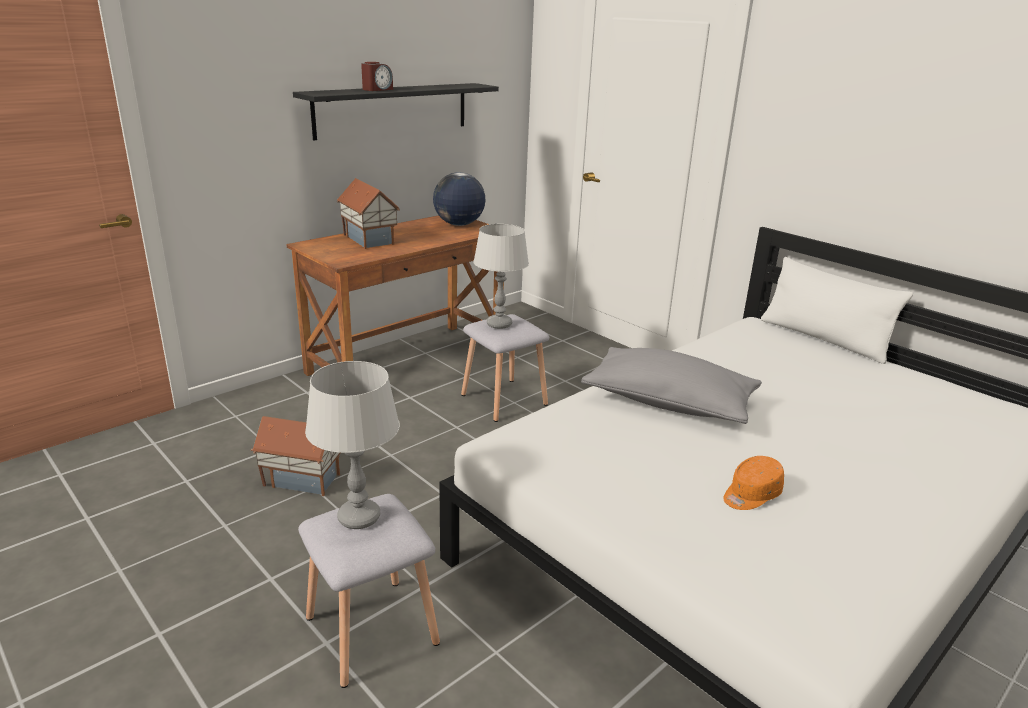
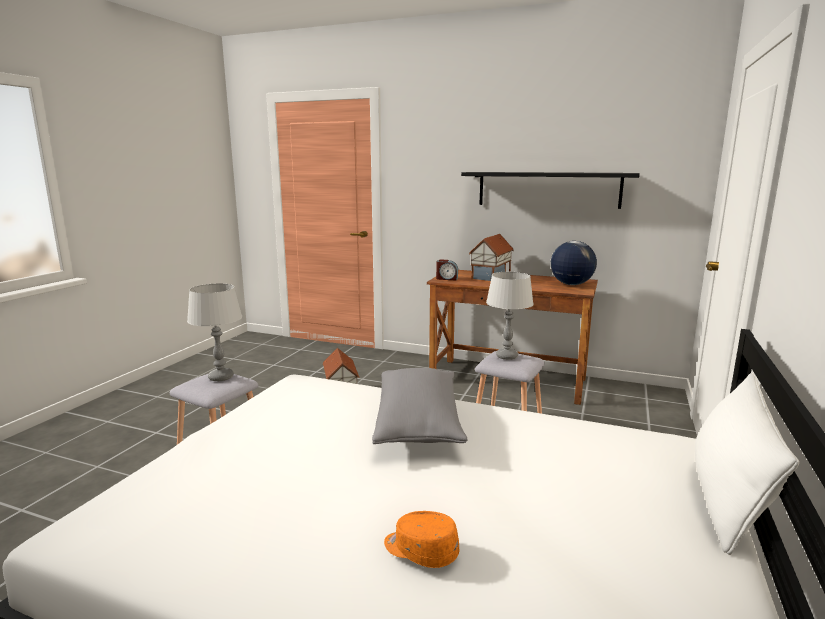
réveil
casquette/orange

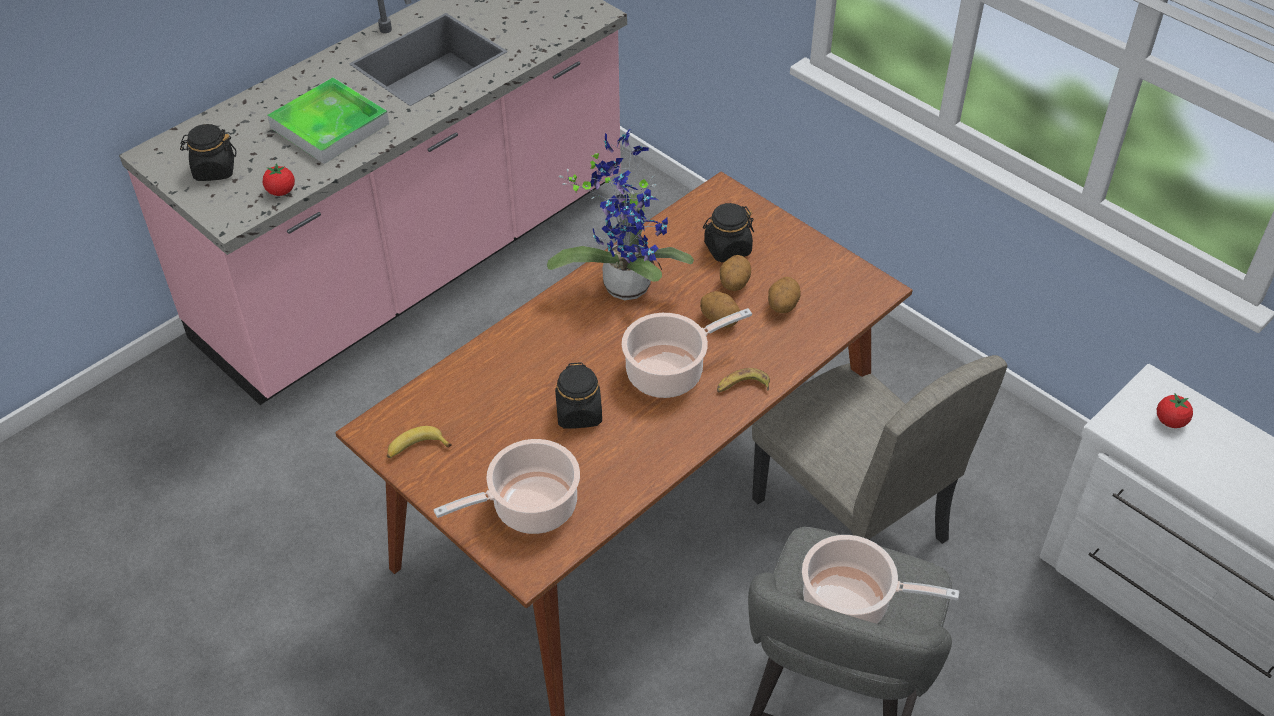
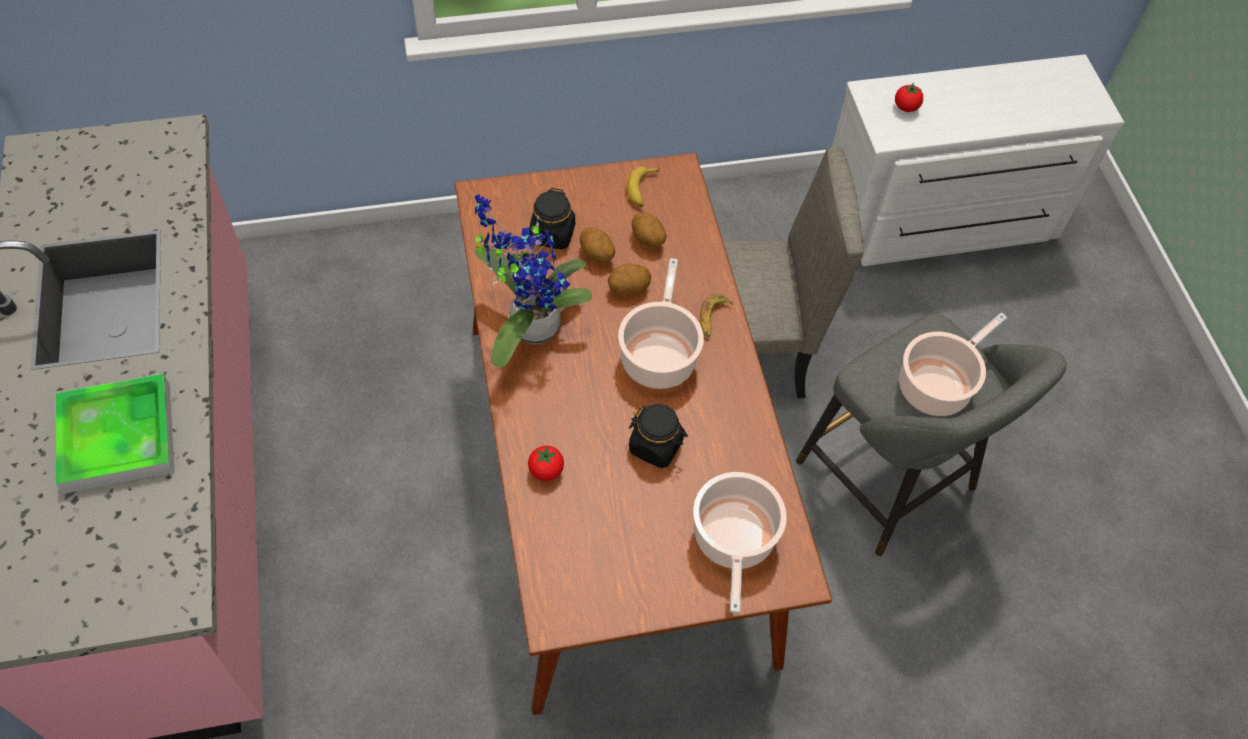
bocal/noir (1st from left in the first image)
tomate (1st from left)
banane (1st from left)

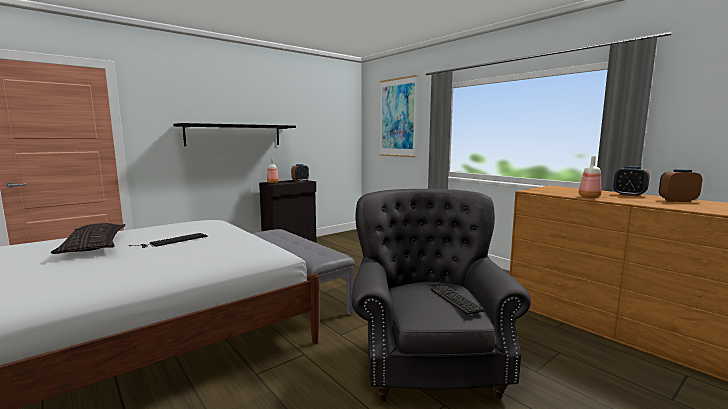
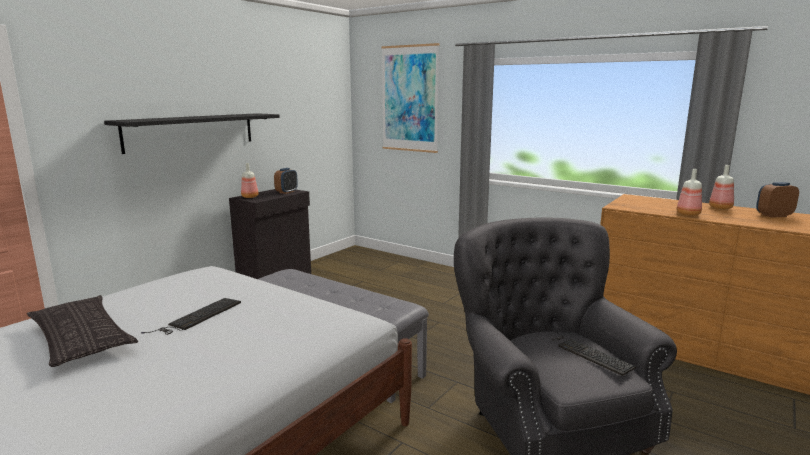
bouteille (3rd from left)

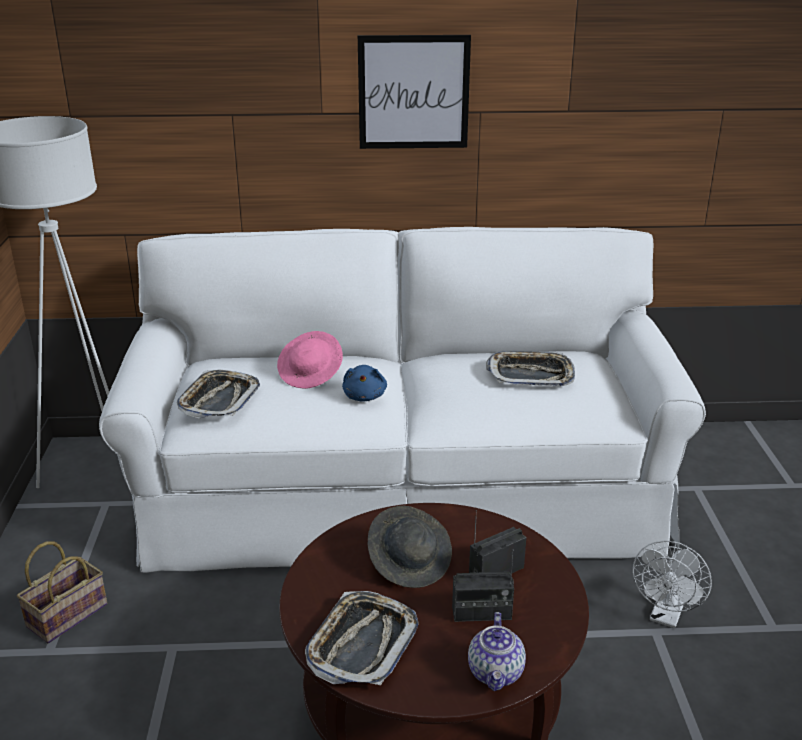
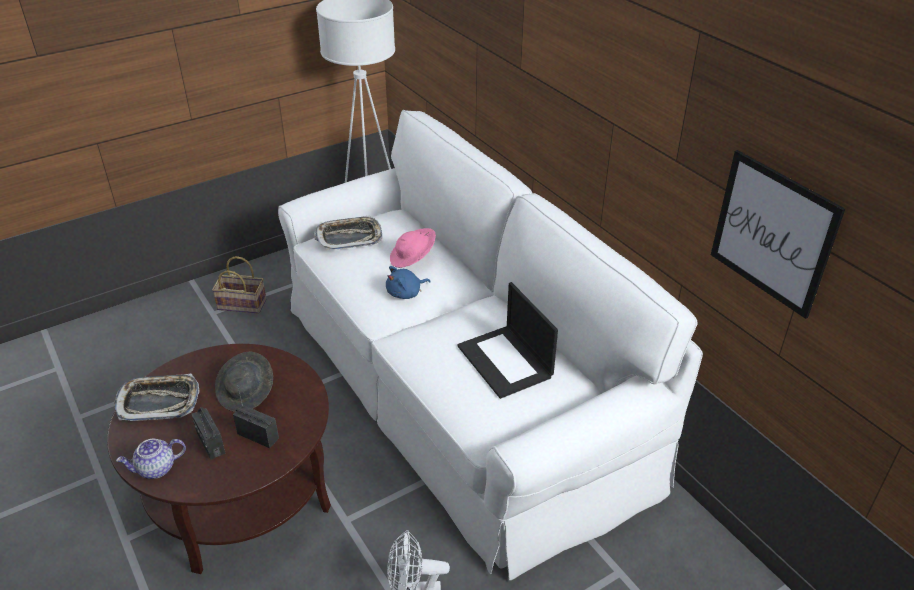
tableau
ordinateur portable

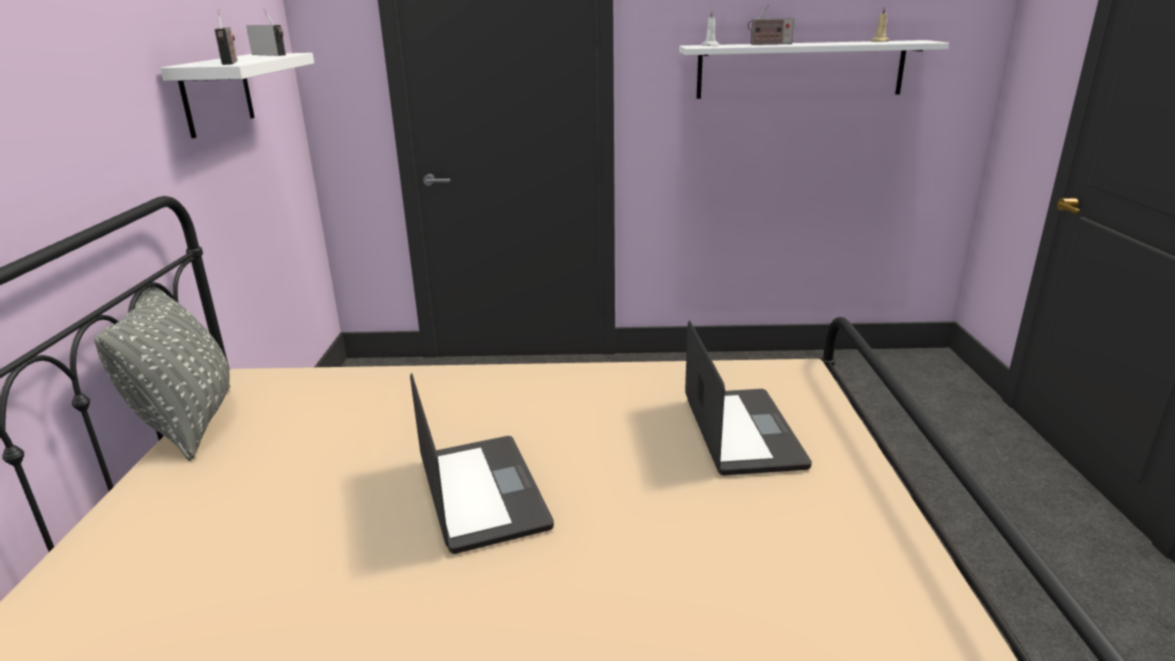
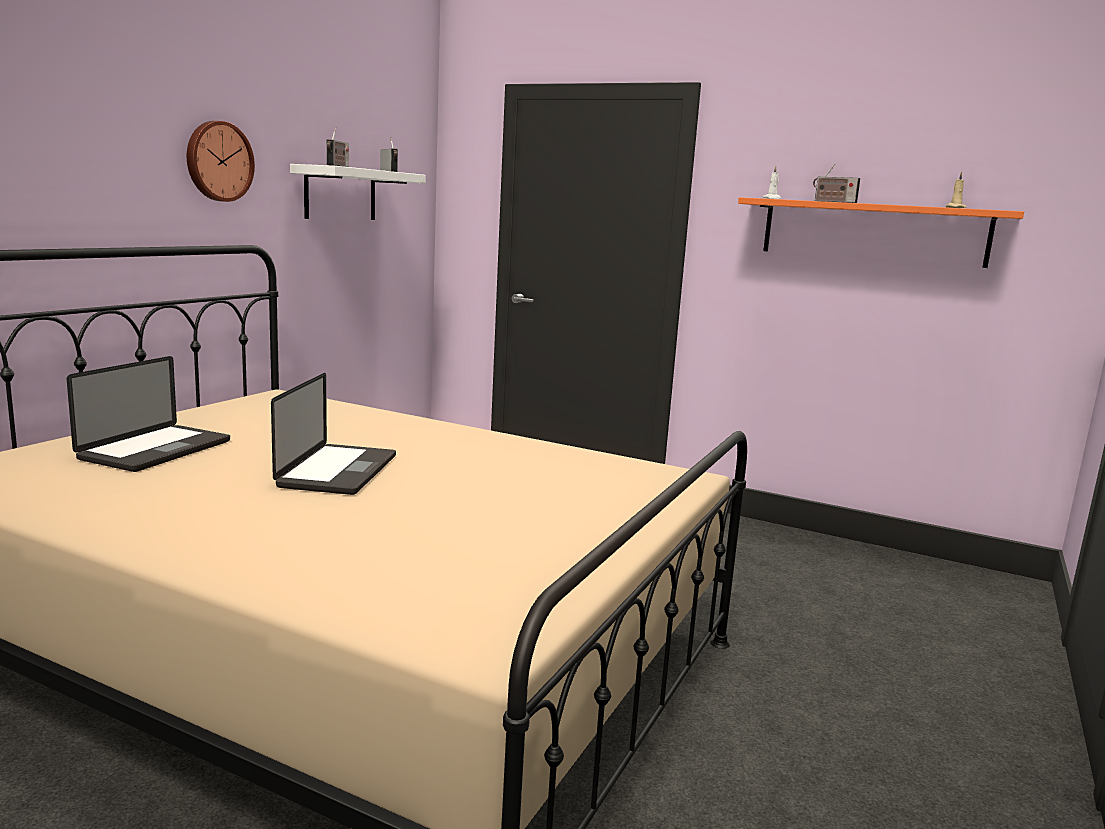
étagère/orange
coussin/gris
ordinateur portable (1st from left)
horloge murale

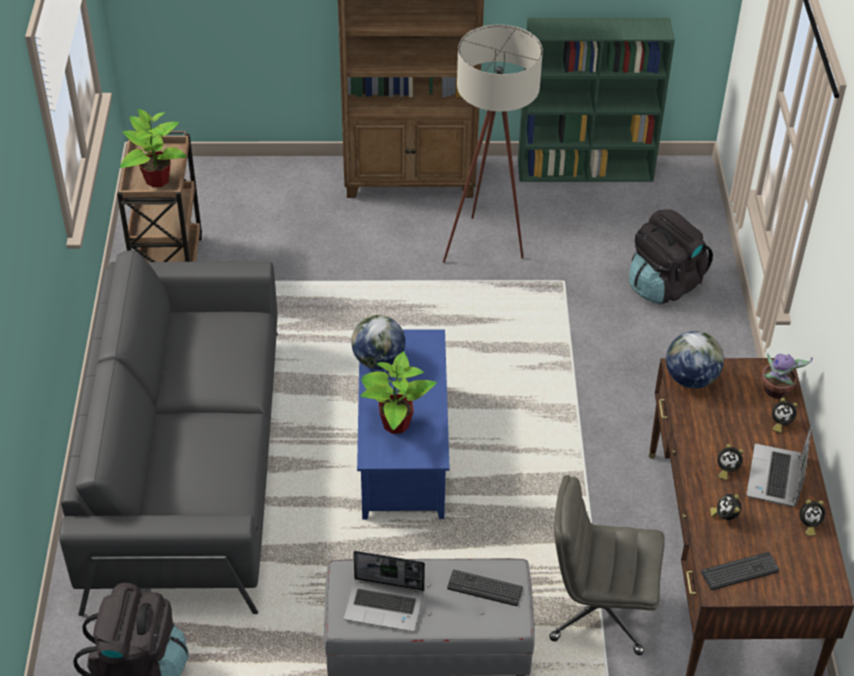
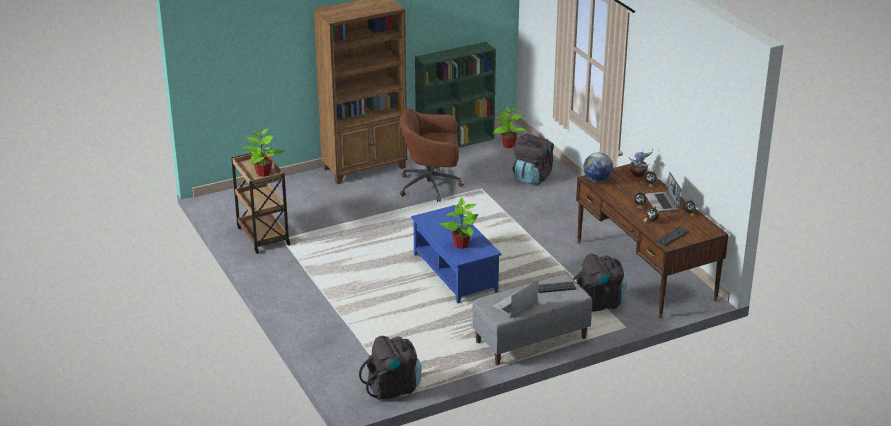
chaise de bureau/marron
canapé/gris
globe (1st from left in the first image)
sac à dos/noir (3rd from left)
ordinateur portable (1st from left)
plante en pot (3rd from left)

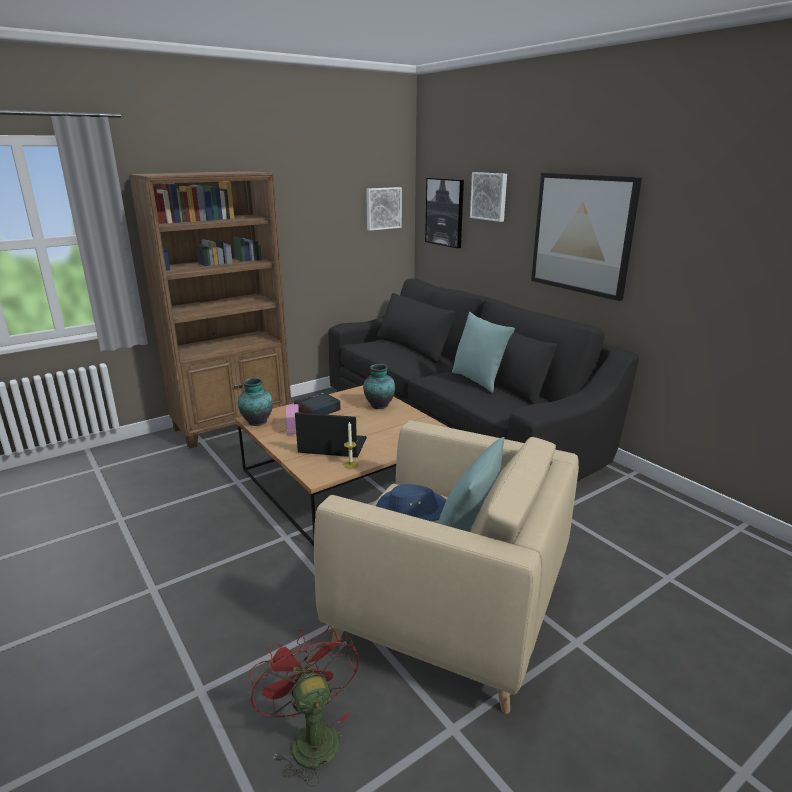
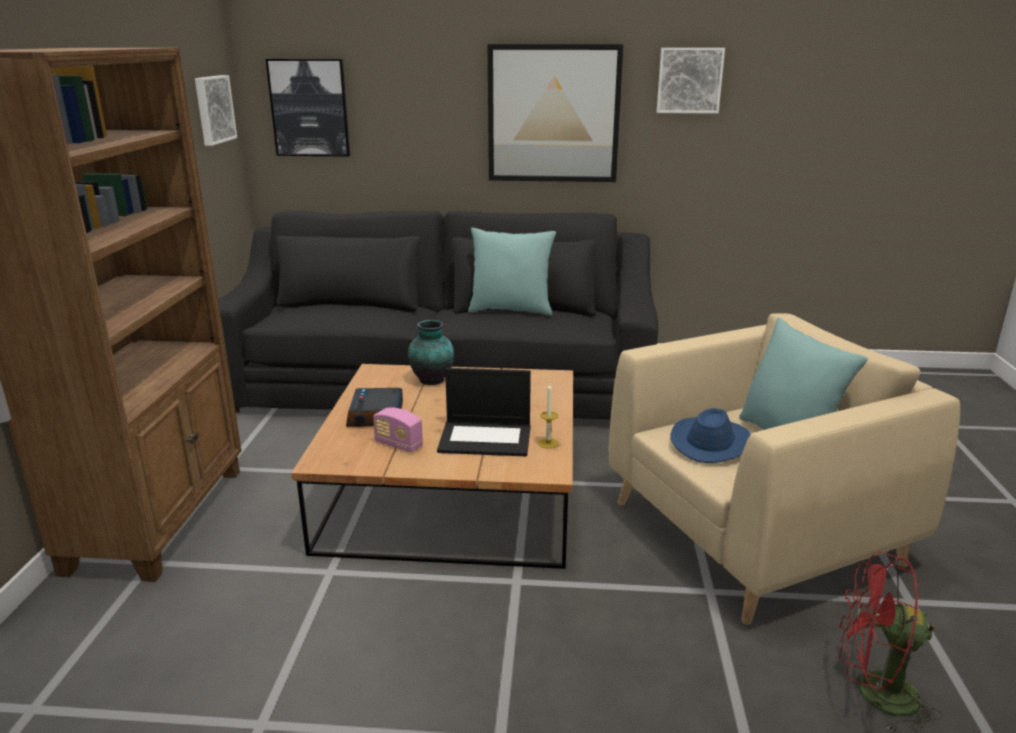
tableau (4th from left)
vase (1st from left in the first image)
ordinateur portable

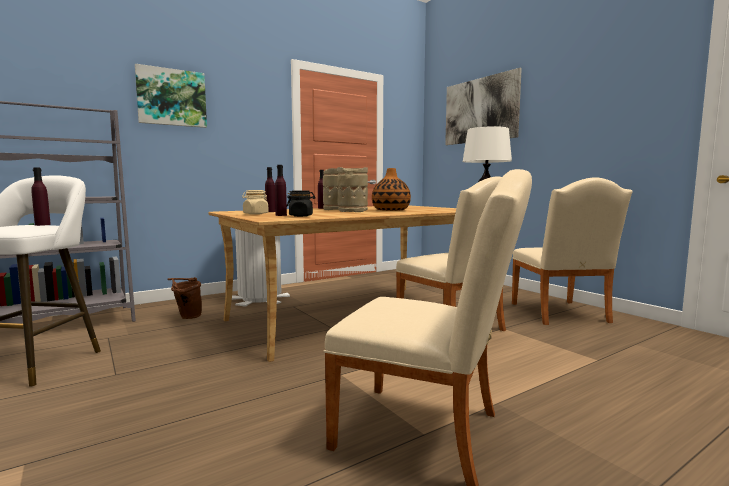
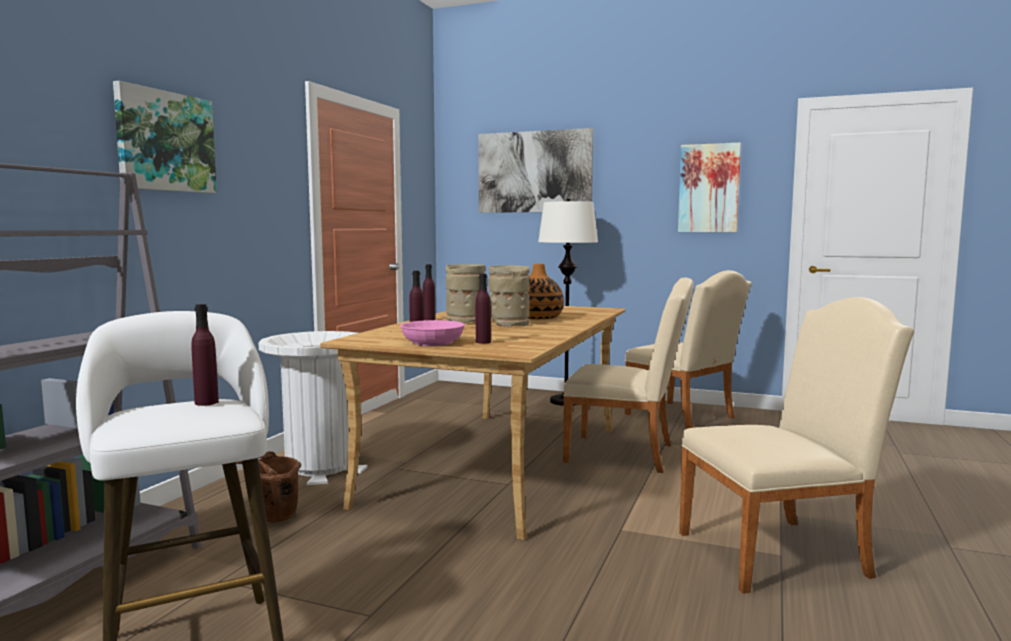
bol/rose
bocal/noir
tableau (3rd from left)

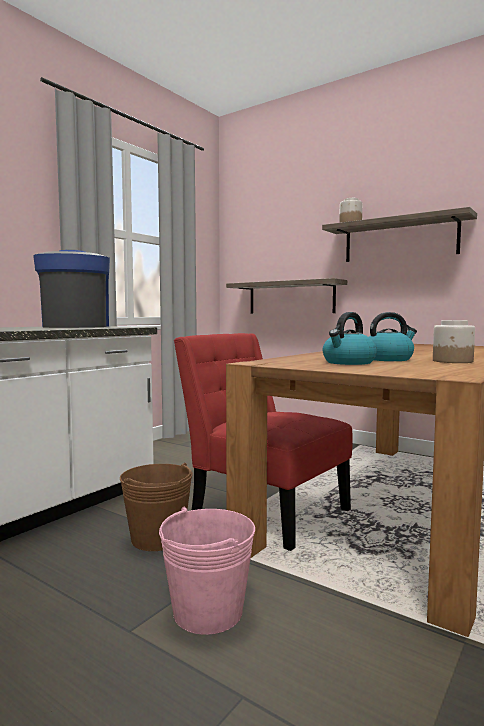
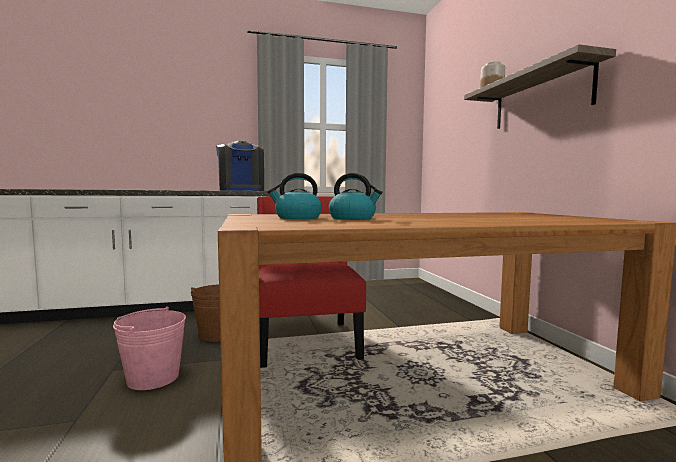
machine à café
étagère (1st from left in the first image)
bocal (2nd from left in the first image)

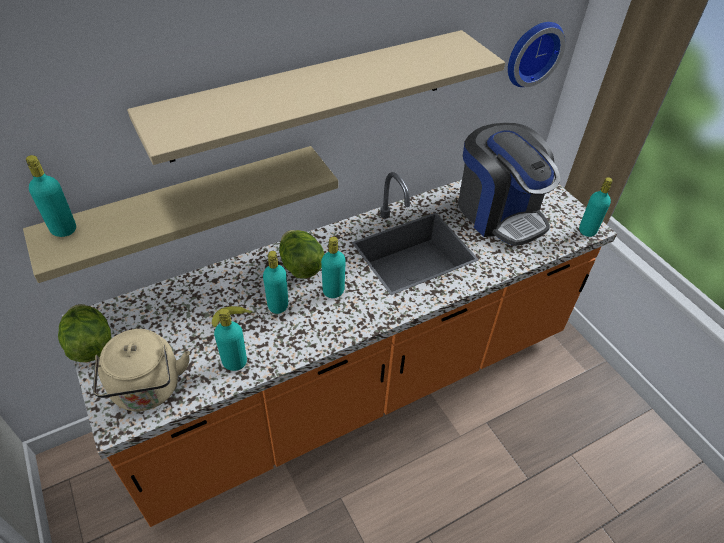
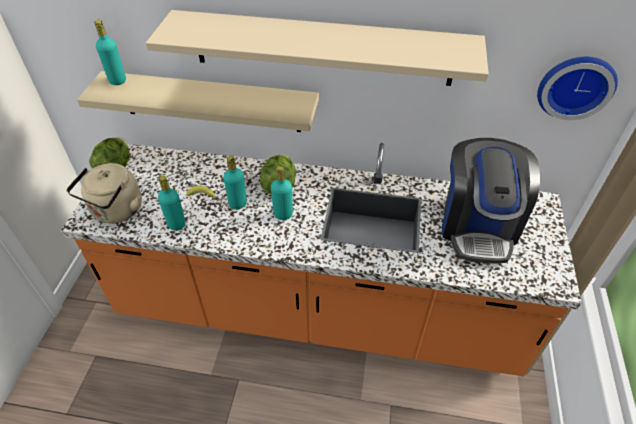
bouteille/turquoise (5th from left in the first image)

